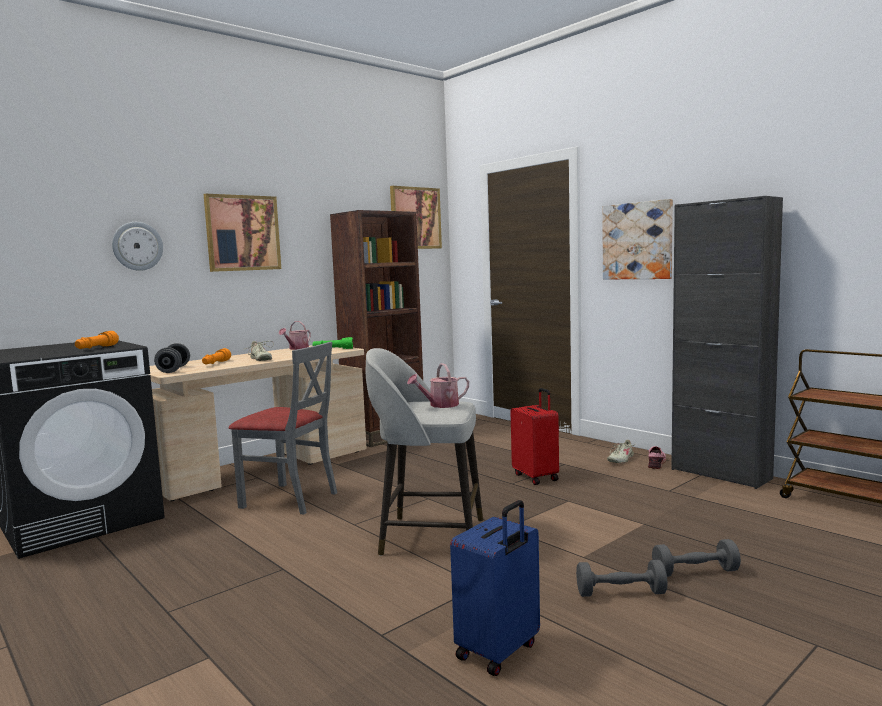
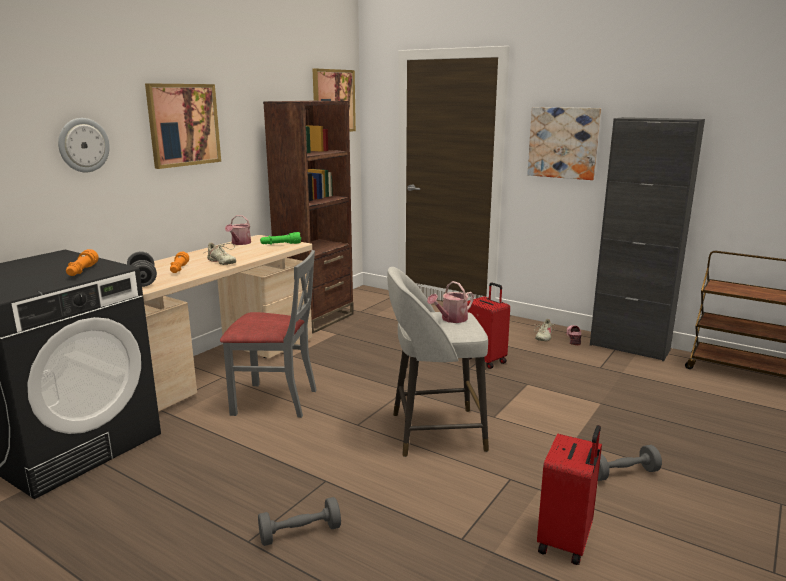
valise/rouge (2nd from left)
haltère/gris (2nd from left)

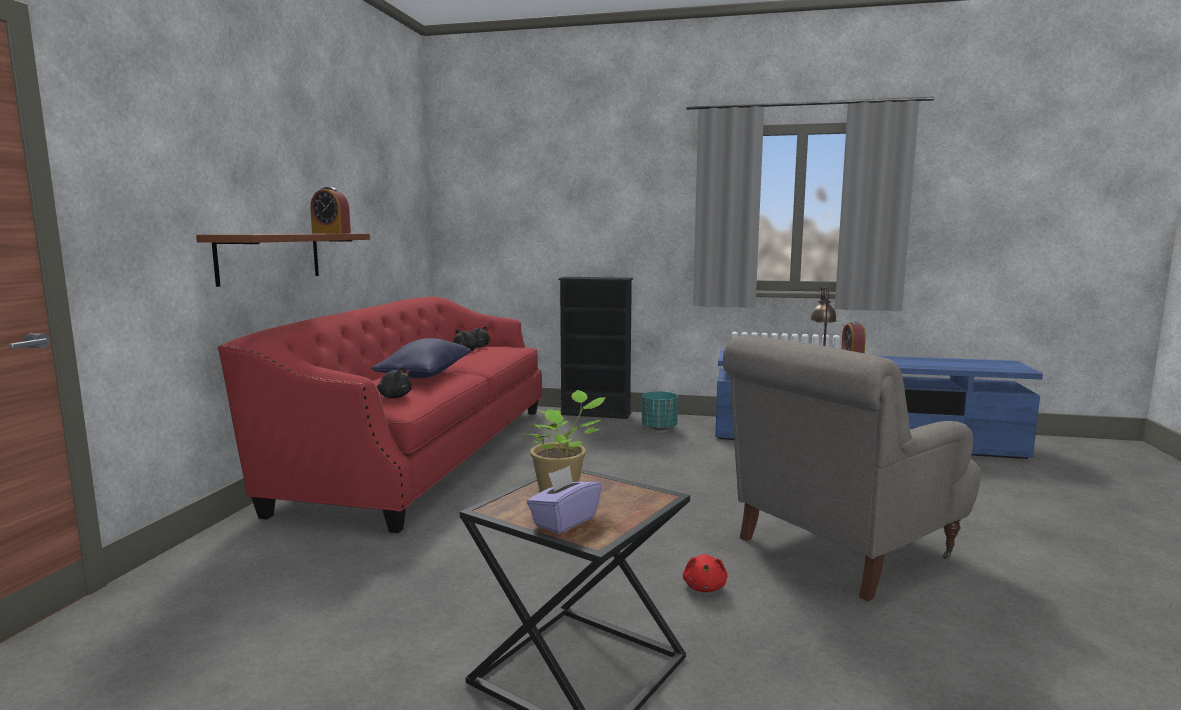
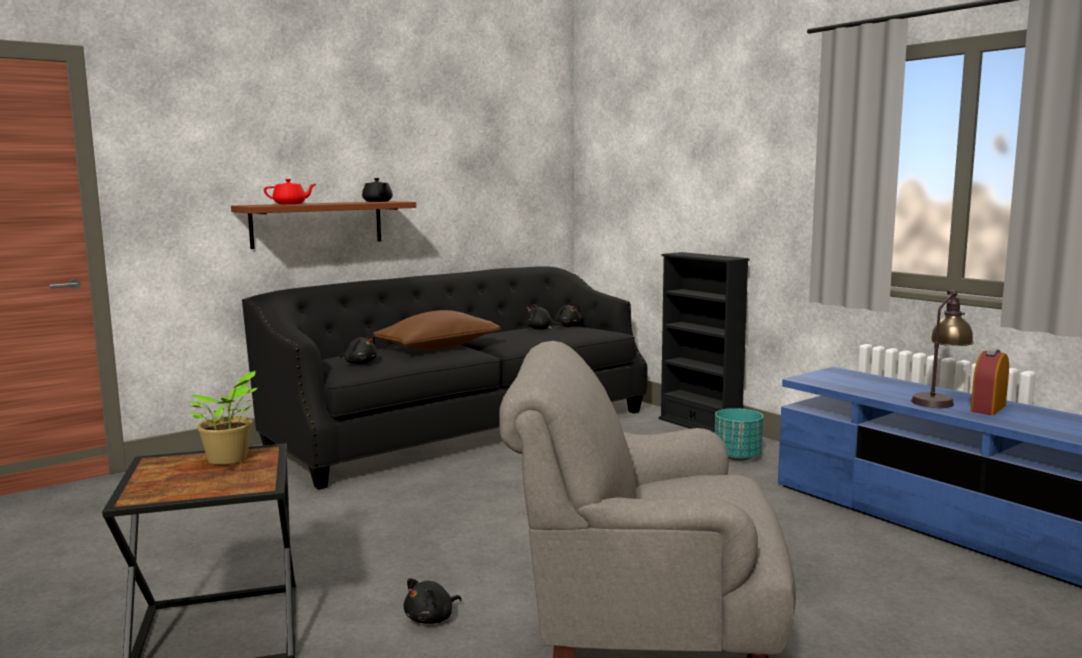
théière/noir
canapé/noir
coussin/marron
boîte à mouchoirs/violet
peluche/noir (2nd from left)
théière/rouge

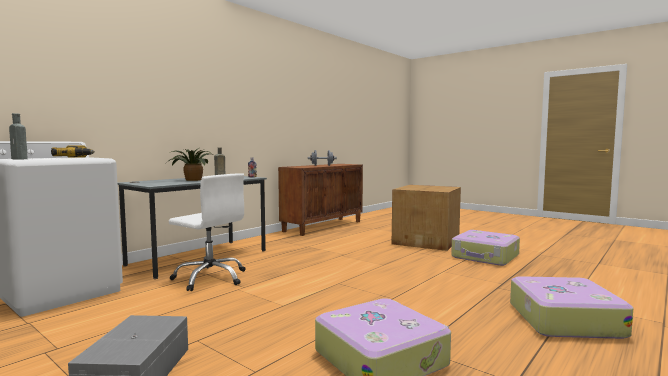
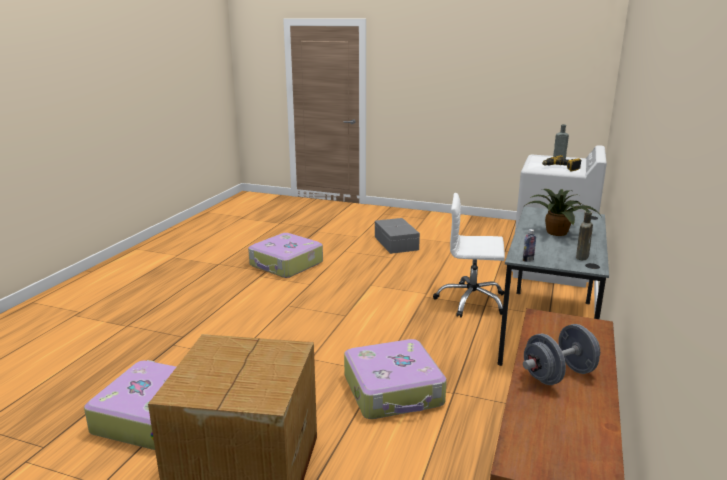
valise (3rd from left)

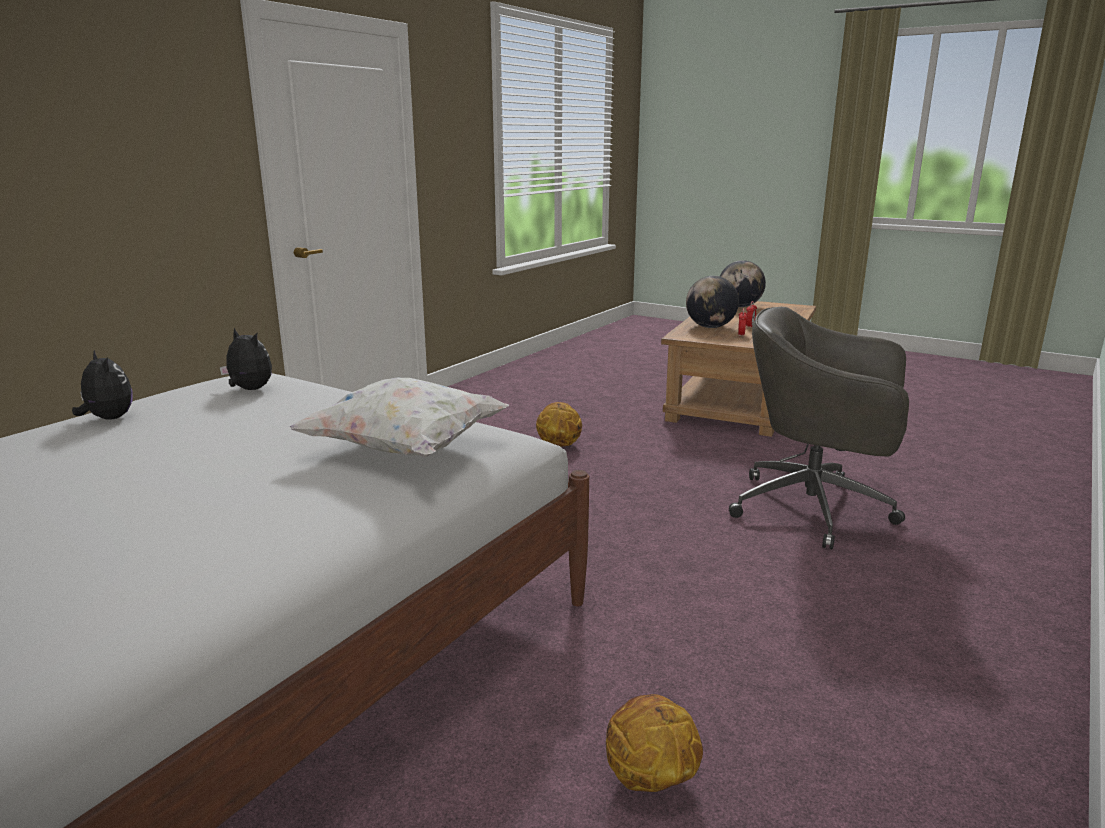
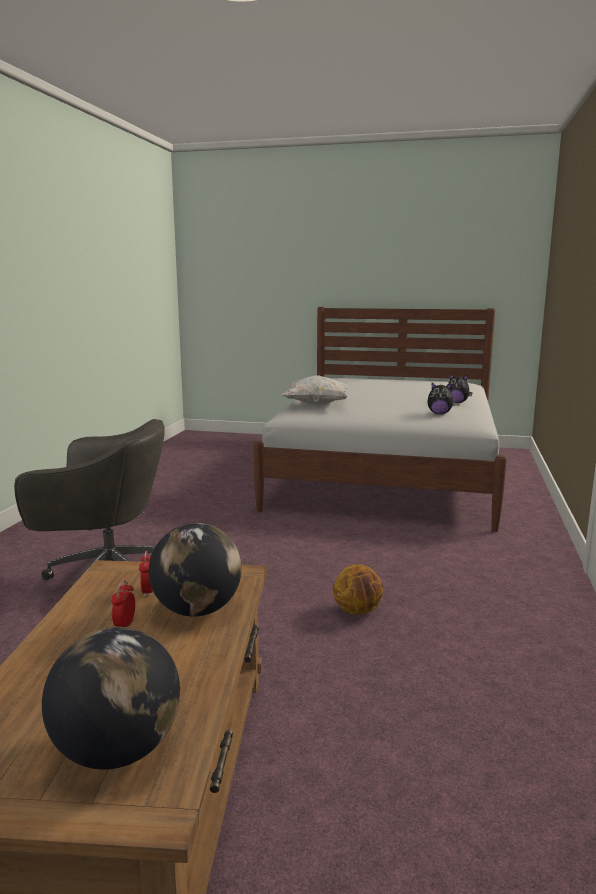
ballon de basket (2nd from left in the first image)

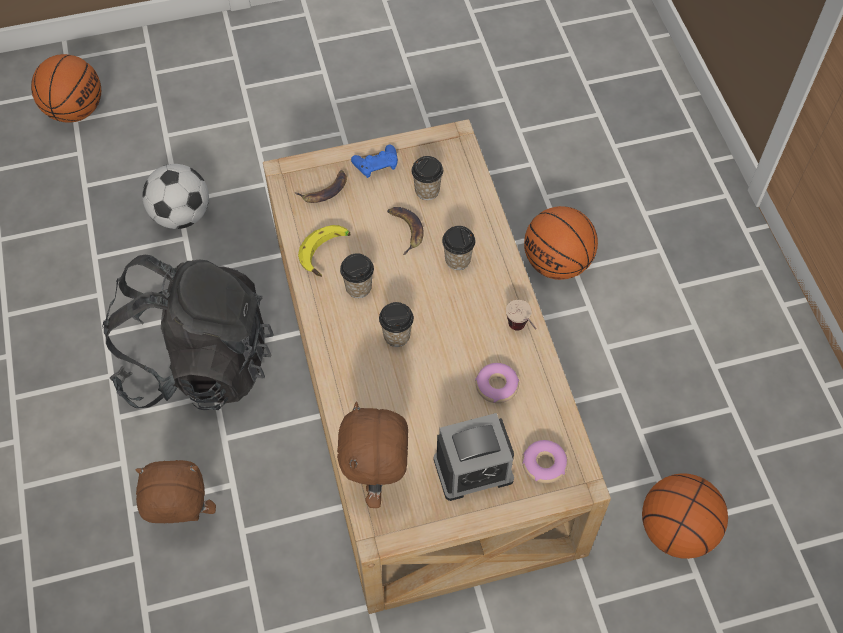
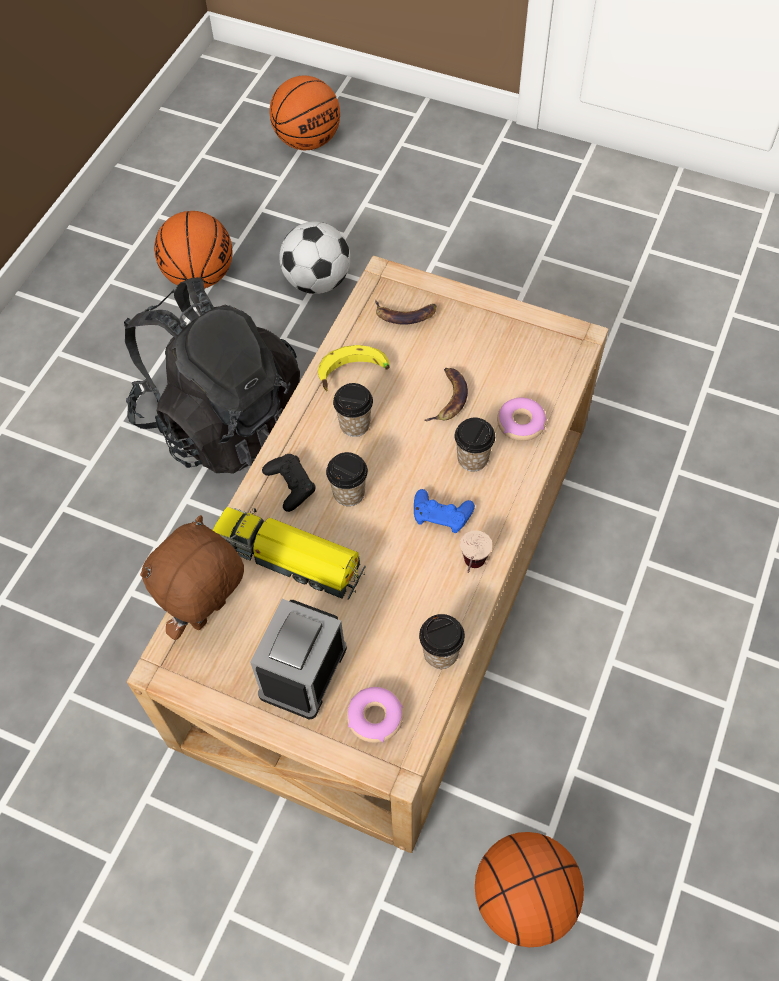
manette/bleu
tasse (3rd from left)
ballon de basket (1st from left)
beignet (2nd from left)
réveil
peluche/marron (1st from left in the first image)
manette/noir
camion jouet

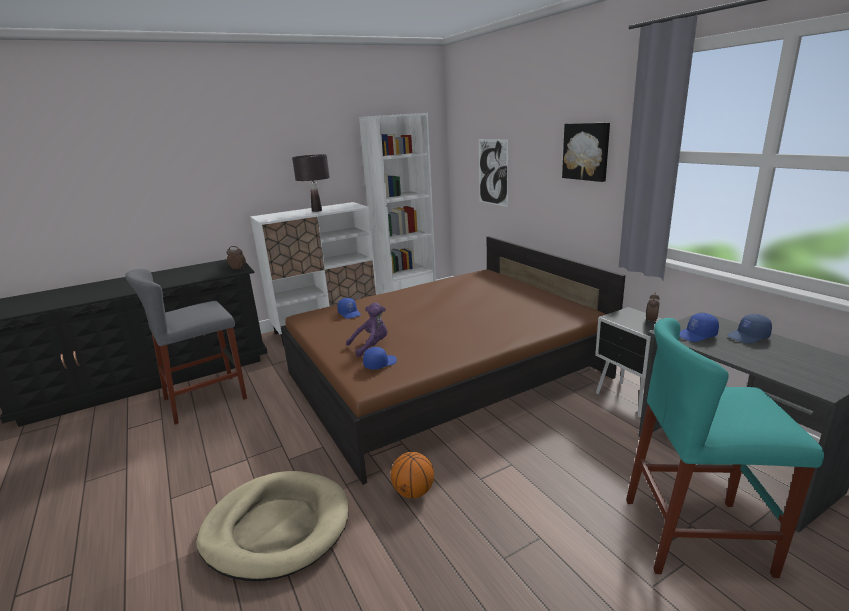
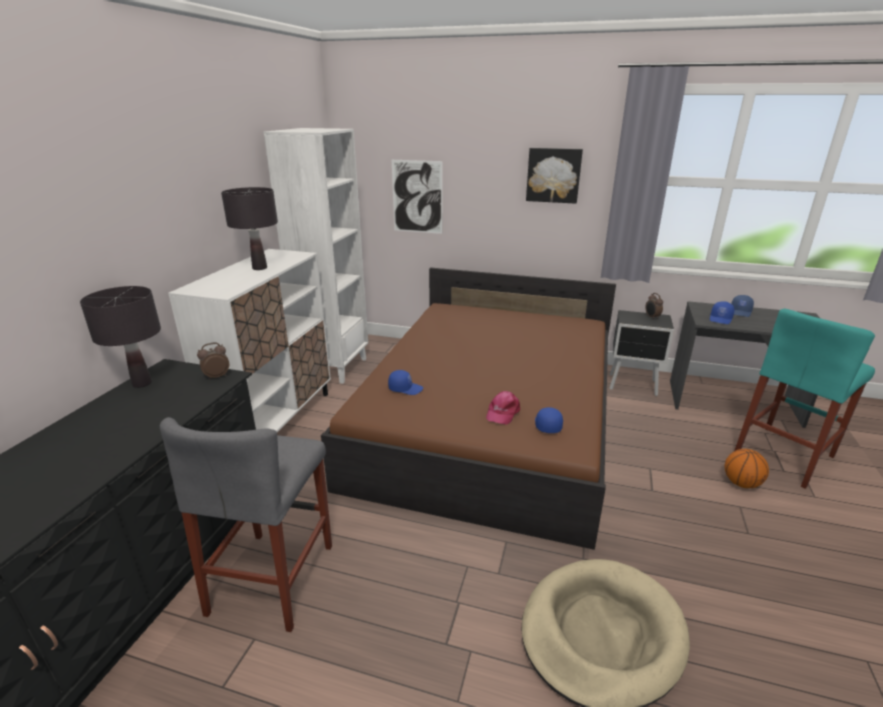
casquette/rose
ballon de basket
lampe de table/noir (1st from left)

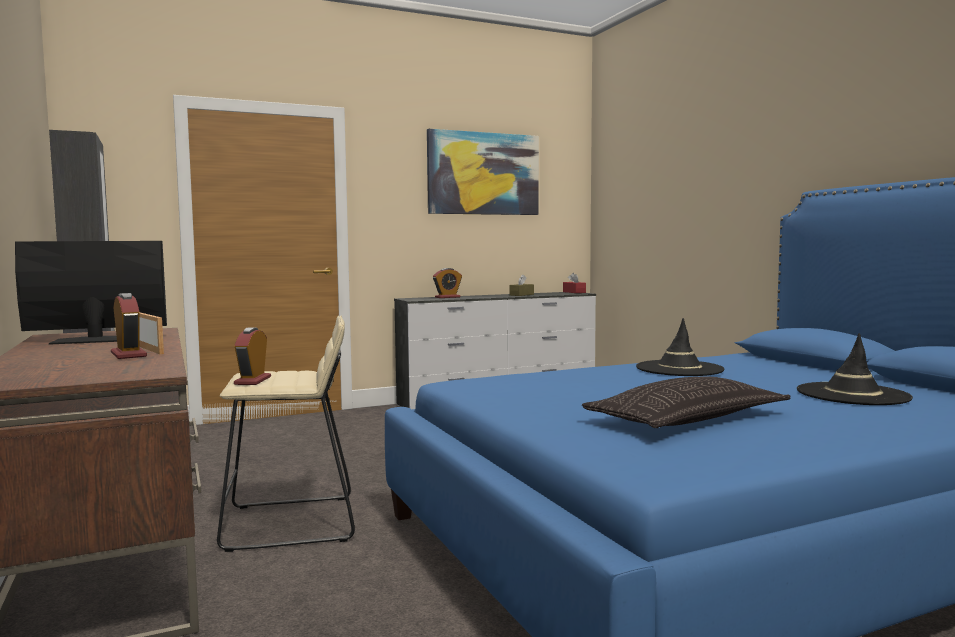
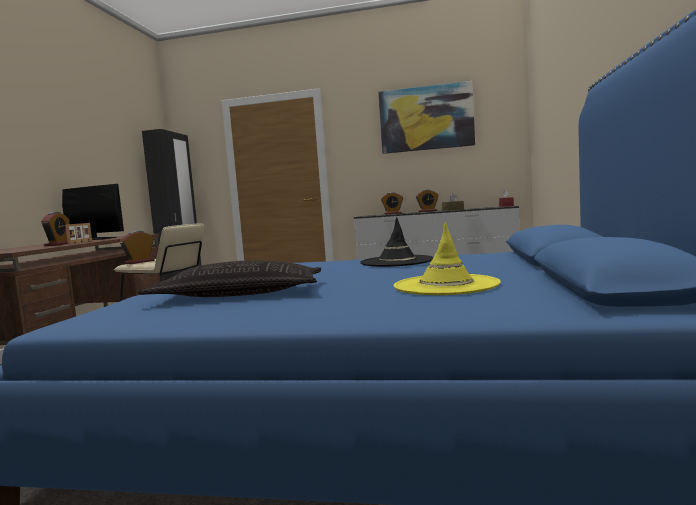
chapeau/jaune
réveil (4th from left)

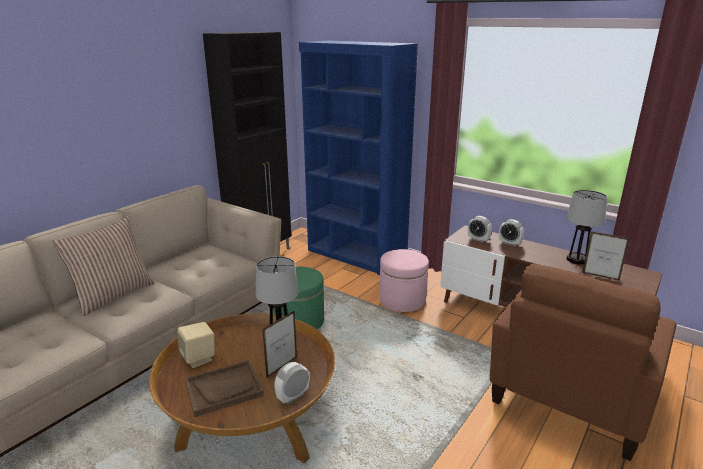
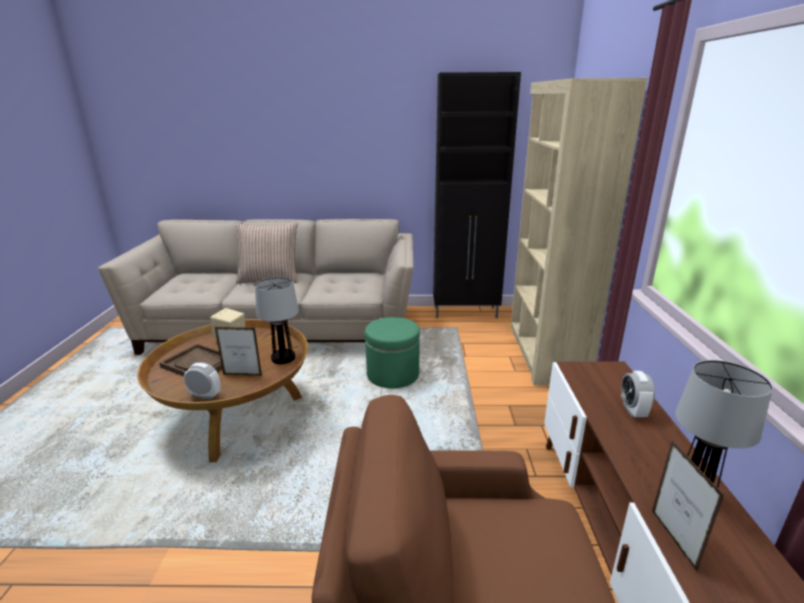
bibliothèque/beige
réveil (2nd from left in the first image)
pouf/rose

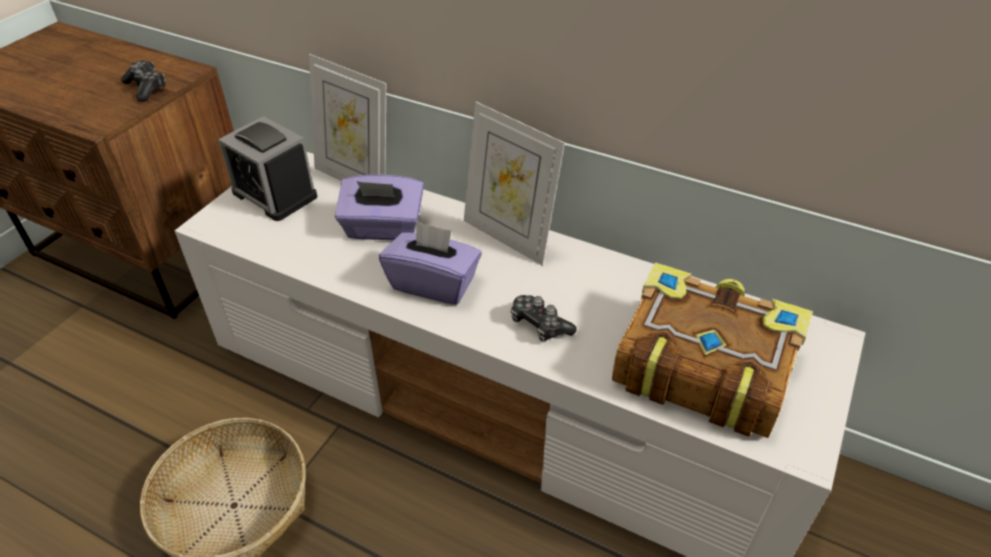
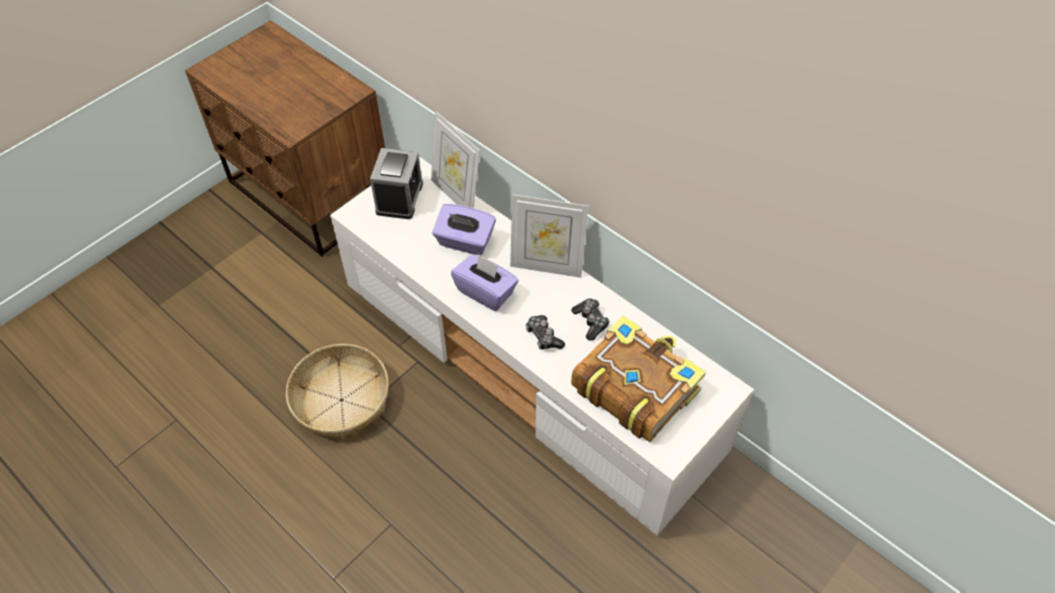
manette (2nd from left)
cadre photo (2nd from left)
réveil

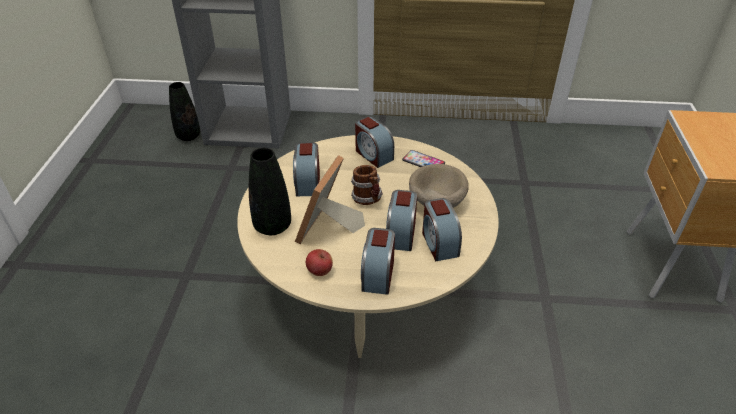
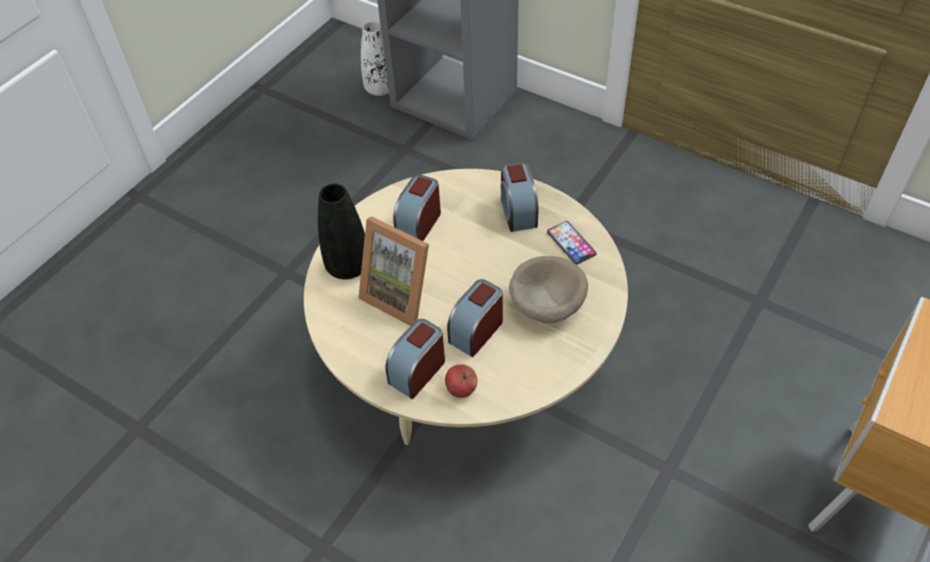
vase/blanc
cadre photo
mug
réveil (5th from left in the first image)
pomme

